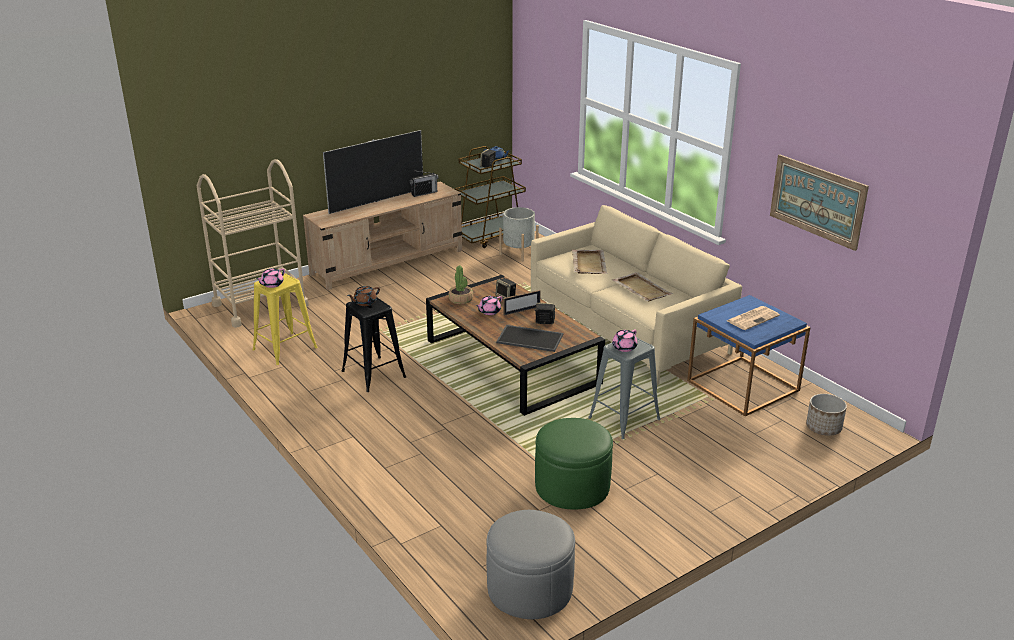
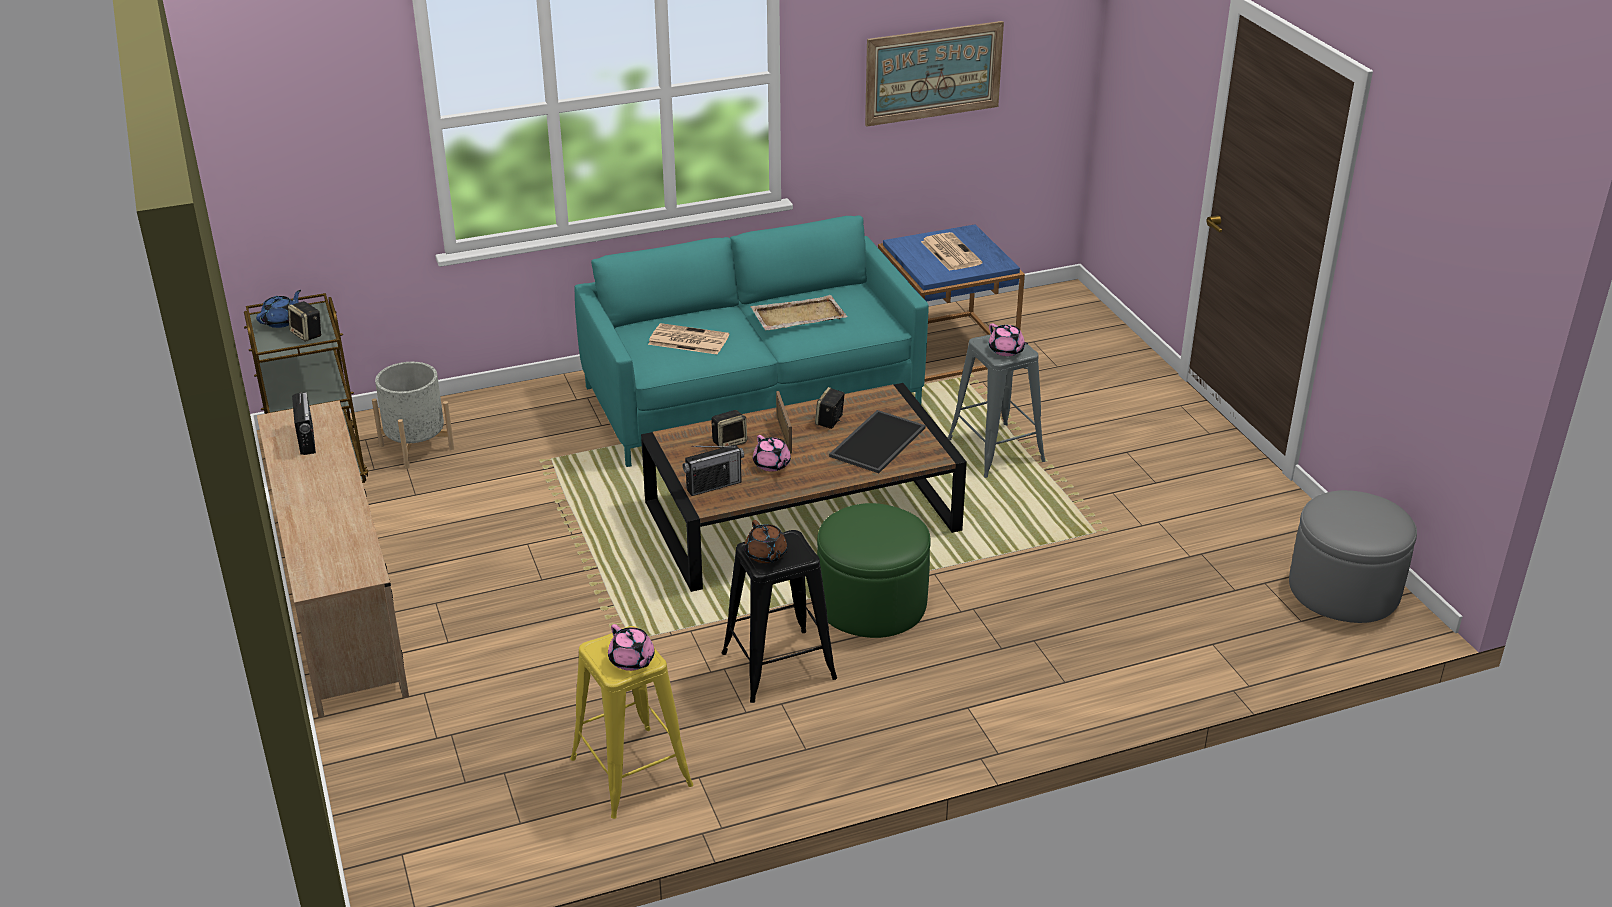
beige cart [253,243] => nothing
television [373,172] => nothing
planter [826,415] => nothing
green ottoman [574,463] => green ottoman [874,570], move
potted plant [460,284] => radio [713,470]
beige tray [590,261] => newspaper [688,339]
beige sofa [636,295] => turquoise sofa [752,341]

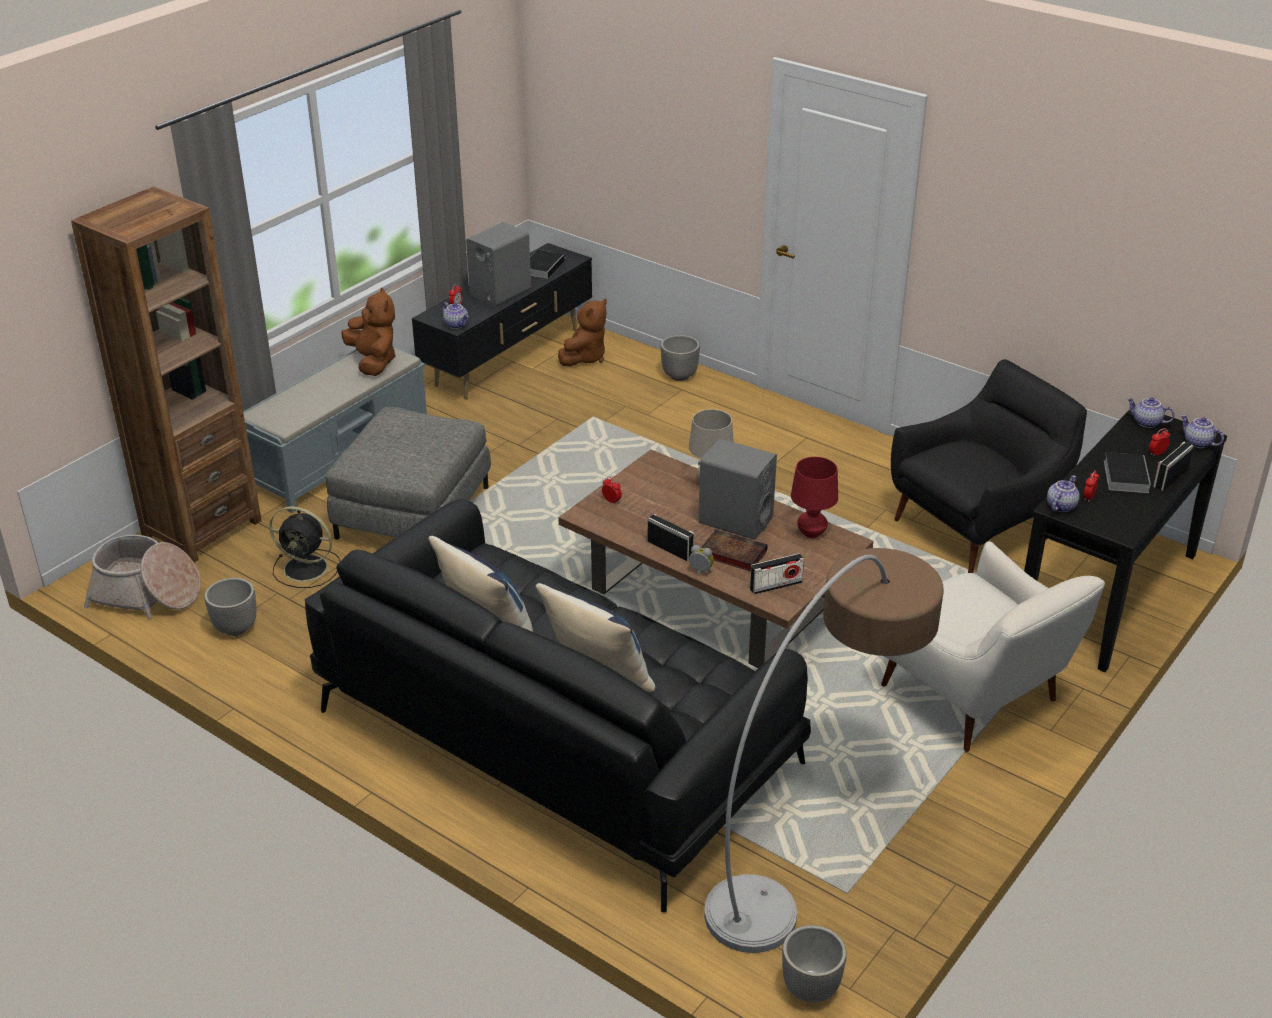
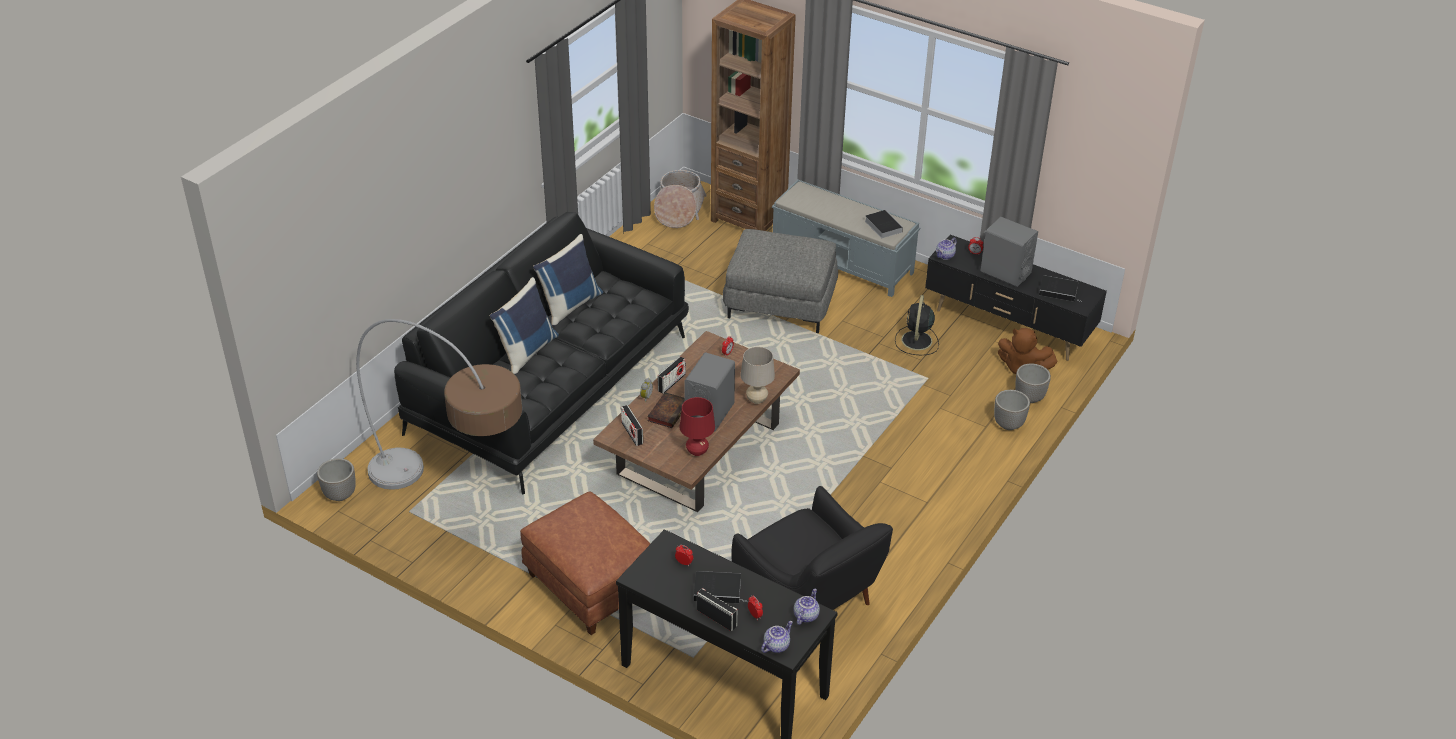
teapot [1063,493] => nothing
planter [230,607] => planter [1033,383], move
black fan [304,547] => black fan [917,325], move
brown plush toy [369,331] => book [884,224]
white armchair [993,647] => brown ottoman [585,563]

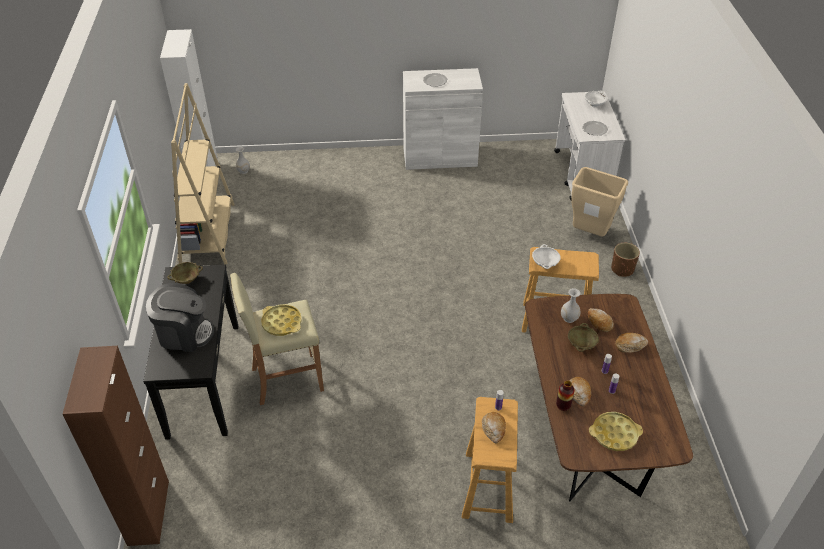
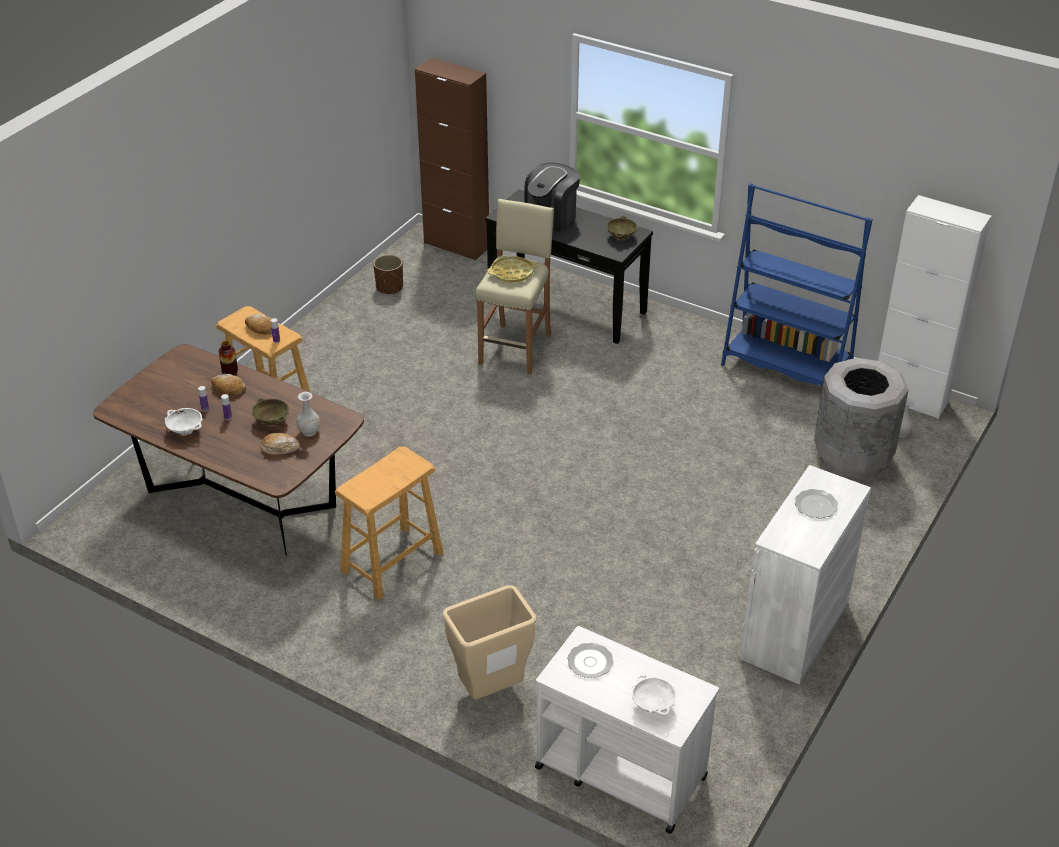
yellow tray [616,431] => nothing
bread [631,343] => nothing
nothing => grey trash can [861,418]
white bowl [546,256] => white bowl [183,421], move
brown planter [625,260] => brown planter [388,274], move
beige bookcase [203,173] => blue bookcase [797,284]

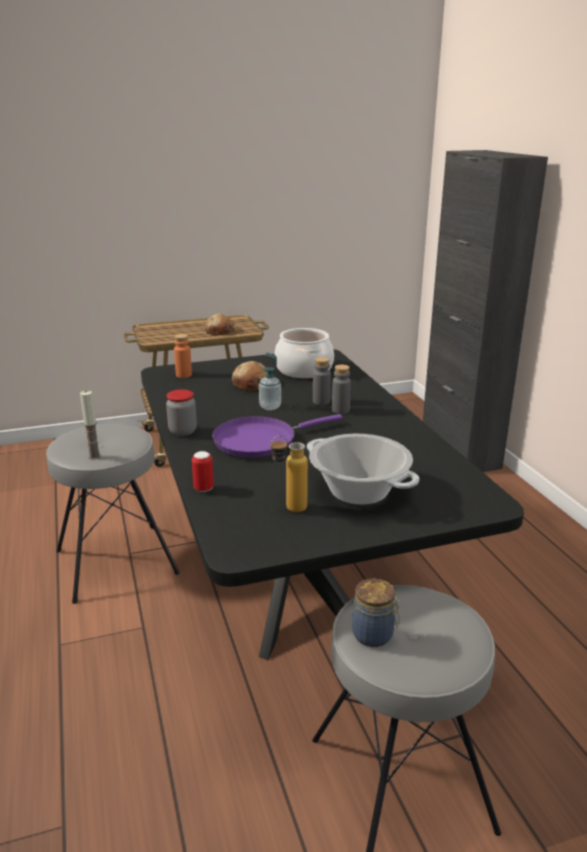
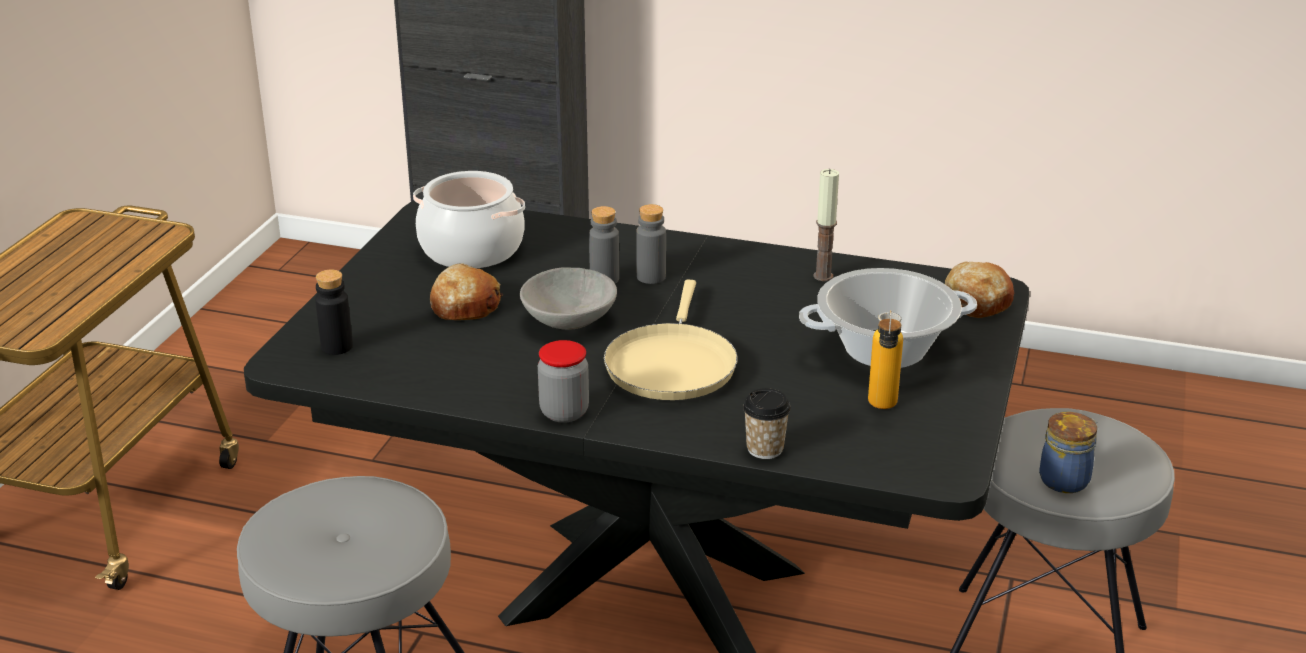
candle [90,425] => candle [826,225], move
bread [220,324] => bread [979,290], move
can [203,471] => cup [767,423]
soap dispenser [270,381] => grey bowl [568,299]
orange bottle [183,356] => black bottle [334,312]
purple frying pan [277,435] => beige frying pan [671,340]

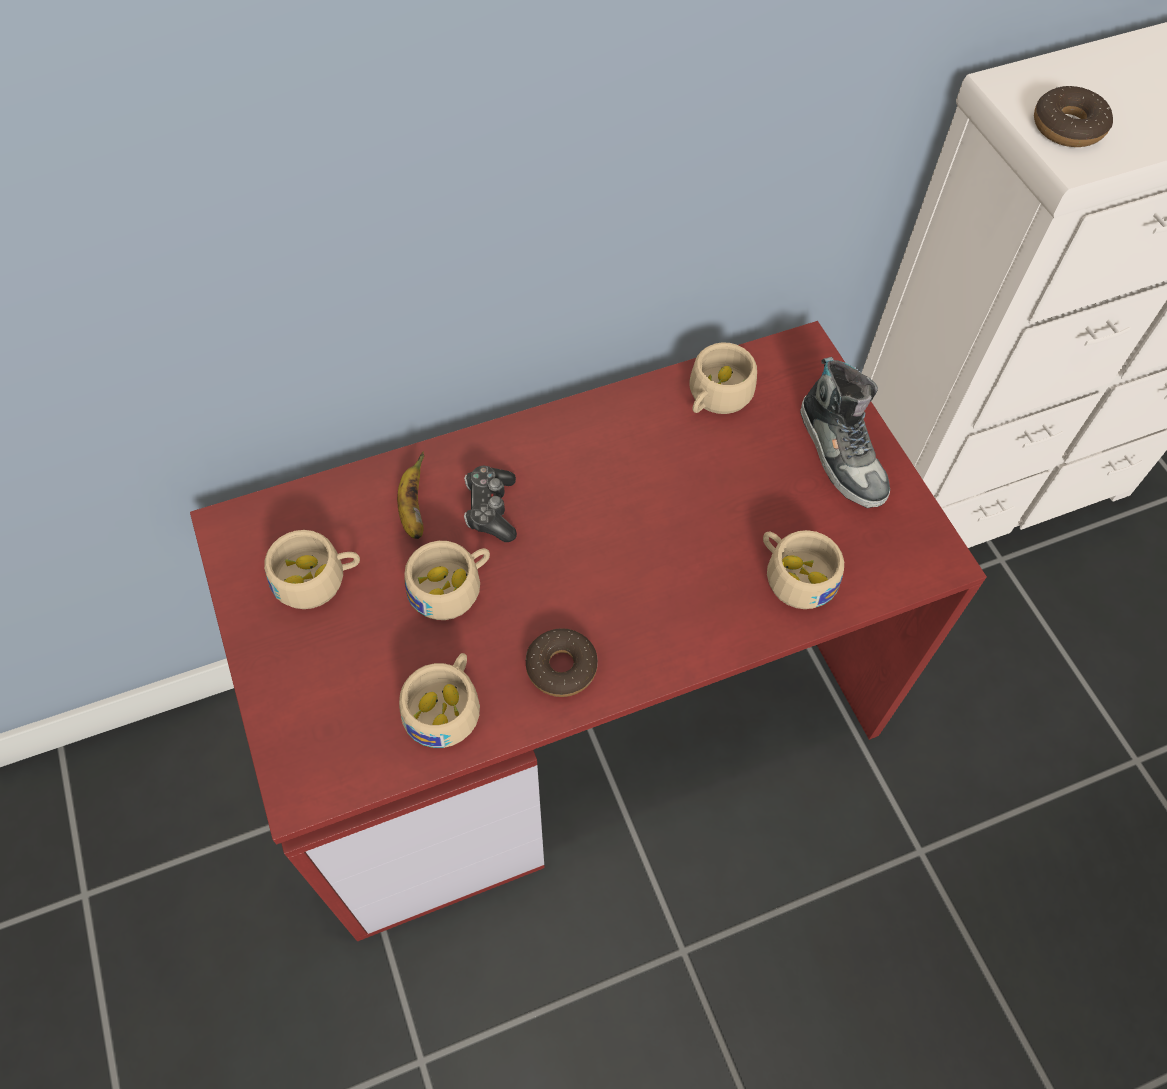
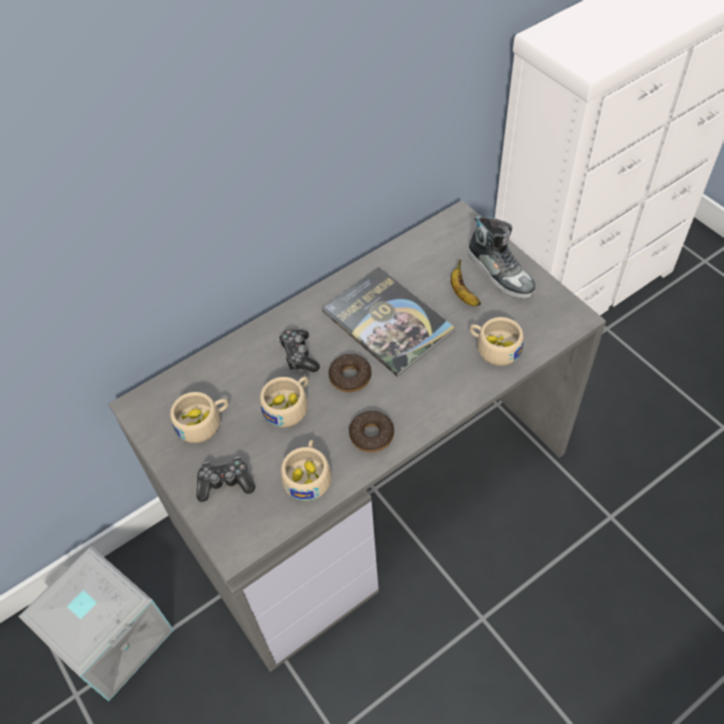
beige cup [723,378] => nothing
nothing => grey storage box [96,624]
nothing => game controller [226,479]
nothing => book [388,321]
banana [410,495] => banana [466,282], move
donut [1073,116] => donut [350,373], move
red desk [588,631] => grey desk [357,436]

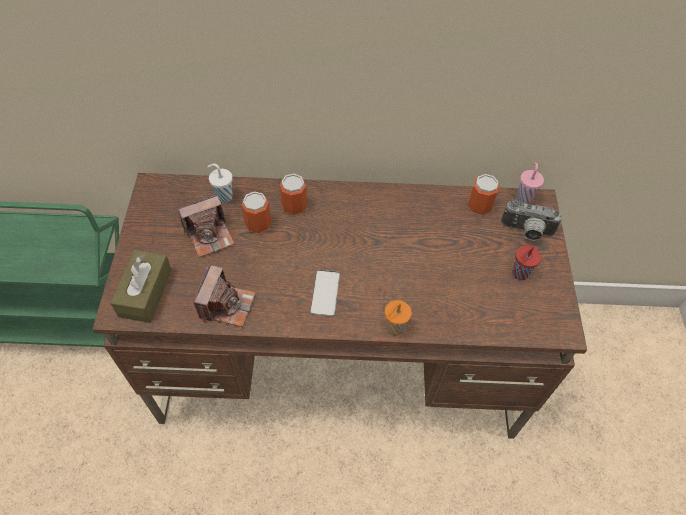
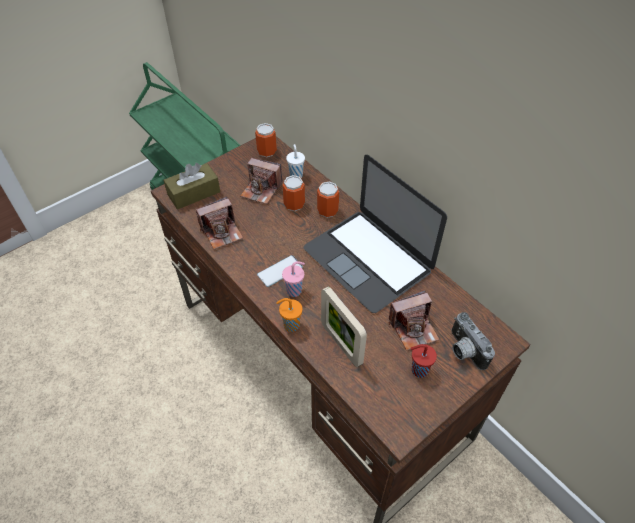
nothing => laptop [375,234]
nothing => picture frame [344,326]
nothing => photo camera [414,320]
can [483,195] => can [266,140], move
pink cup [530,183] => pink cup [293,279], move

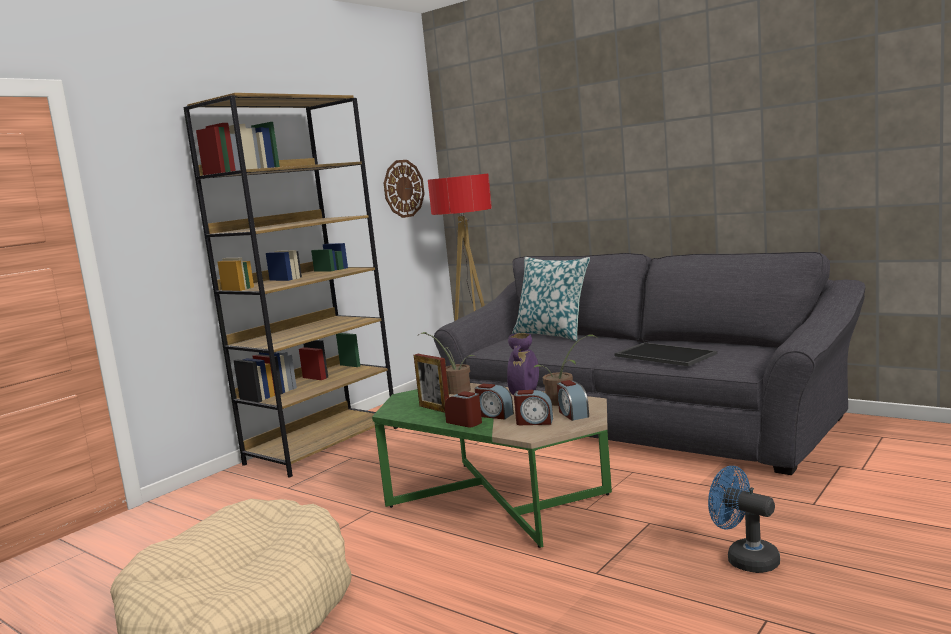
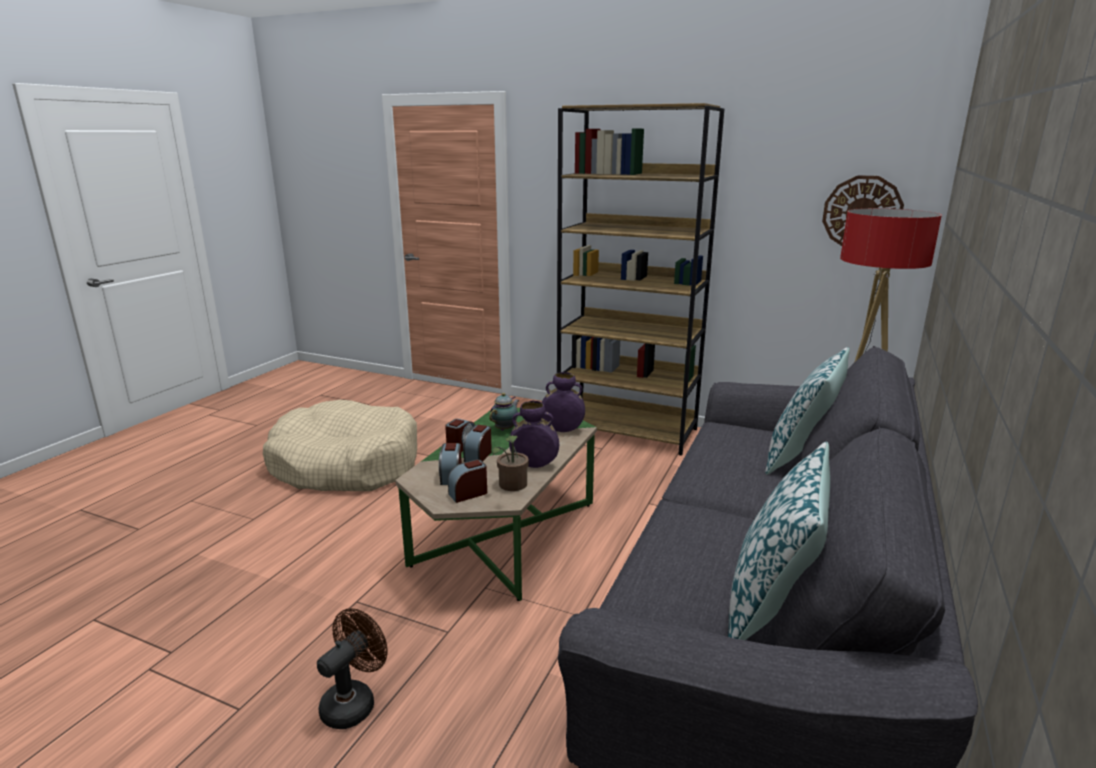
tray [665,354] => nothing
nothing => pillow [779,541]
picture frame [431,383] => teapot [504,412]
potted plant [447,363] => purple vase [563,402]
blue fan [744,519] => brown fan [352,668]

